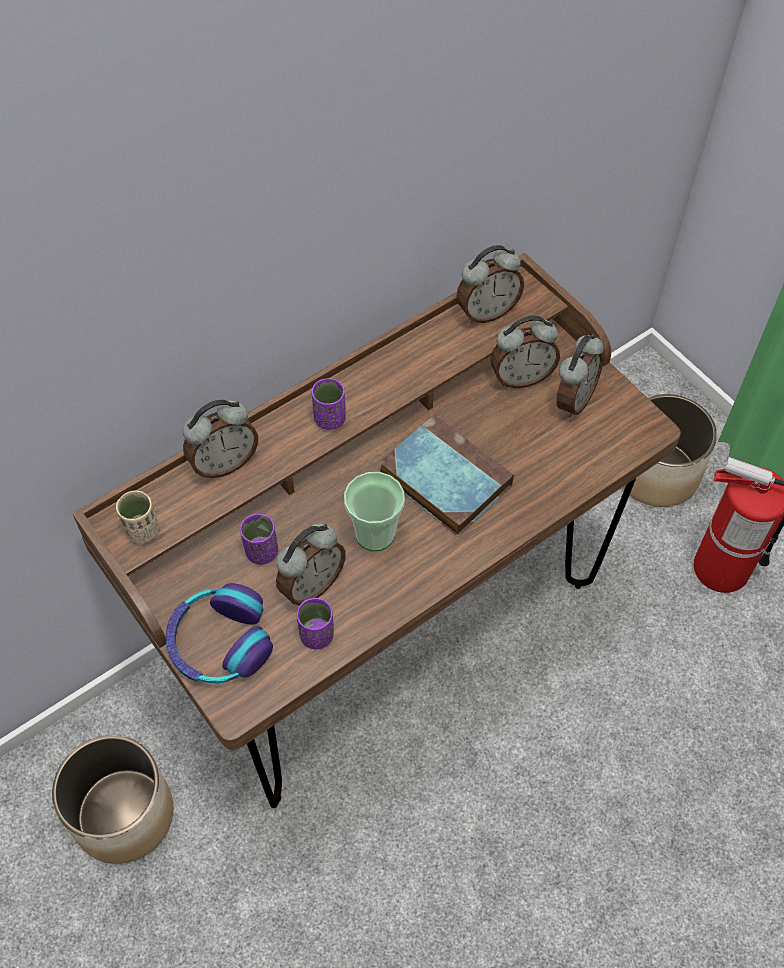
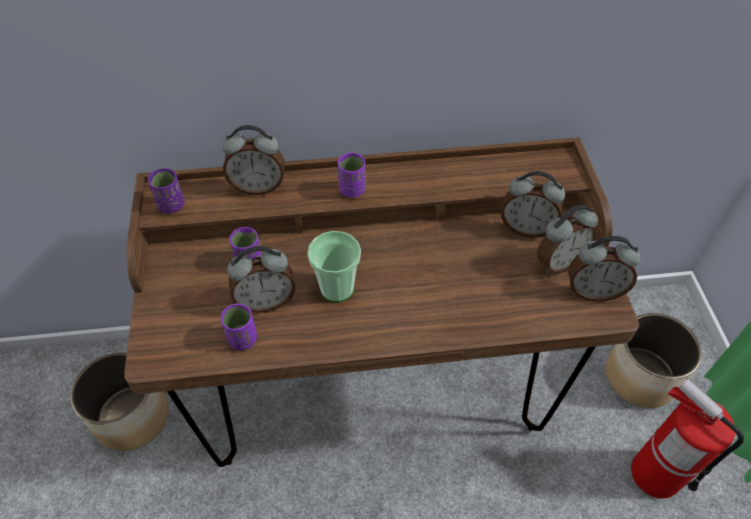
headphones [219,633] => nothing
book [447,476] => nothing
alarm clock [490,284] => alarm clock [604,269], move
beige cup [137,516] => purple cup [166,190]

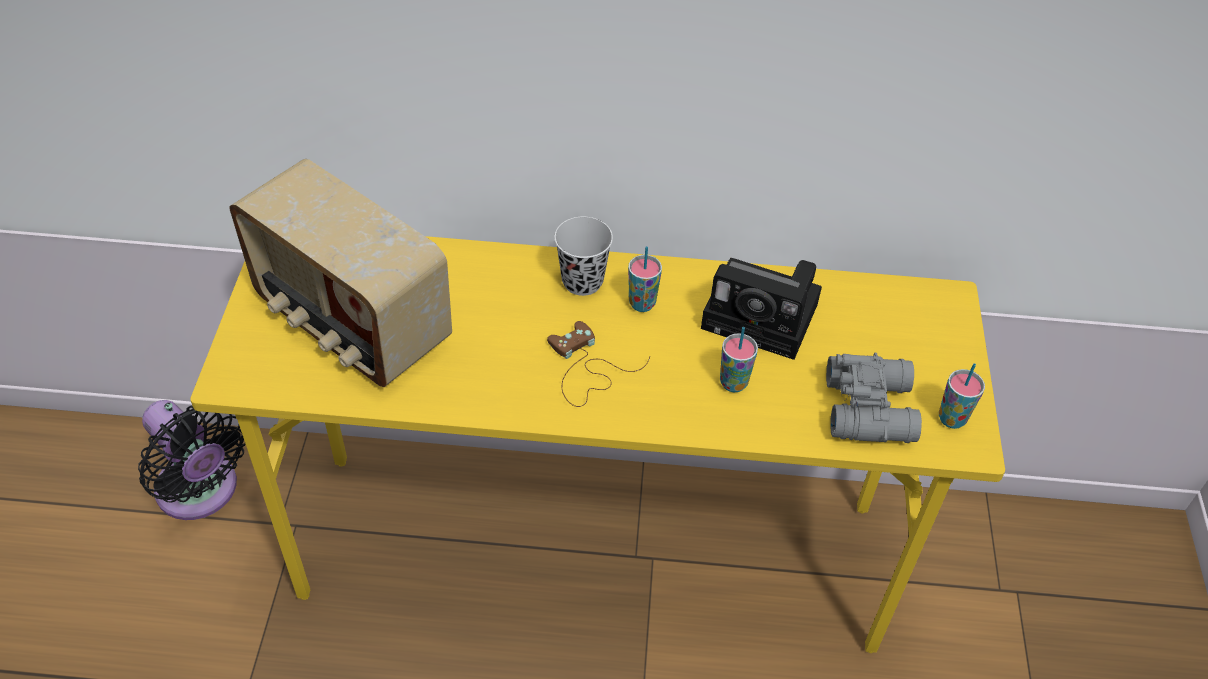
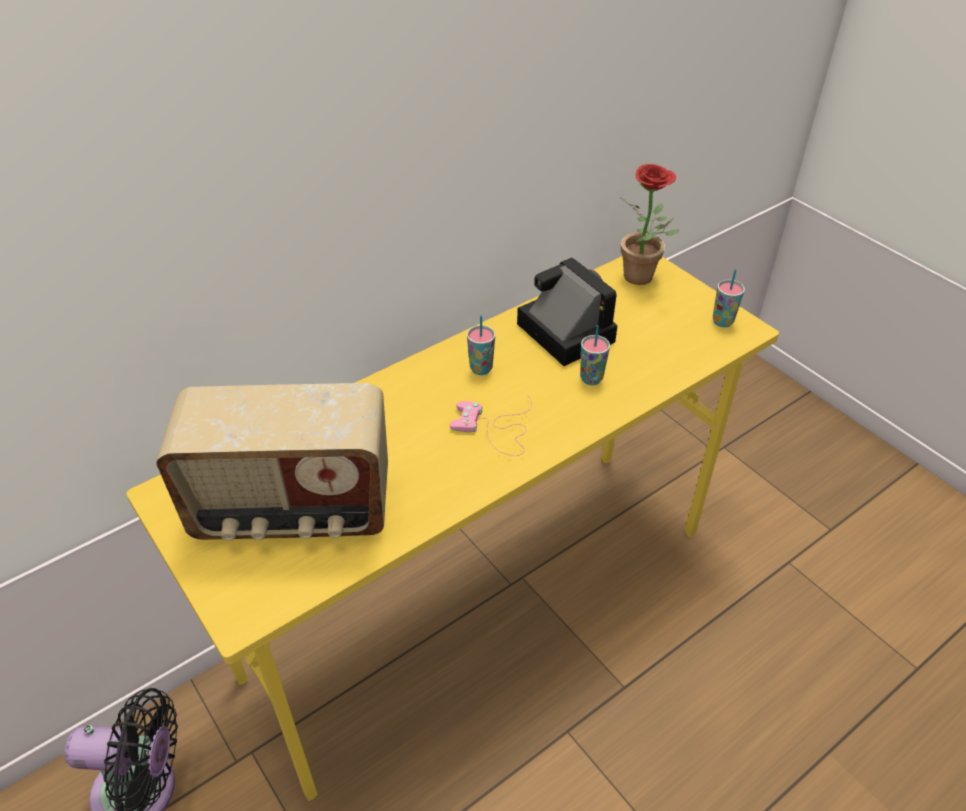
black cup [583,256] => nothing
grey binoculars [874,398] => nothing
nothing => potted plant [650,224]
brown game controller [598,364] => pink game controller [491,425]
photo camera [761,309] => photo camera [567,312], 105 degrees counterclockwise

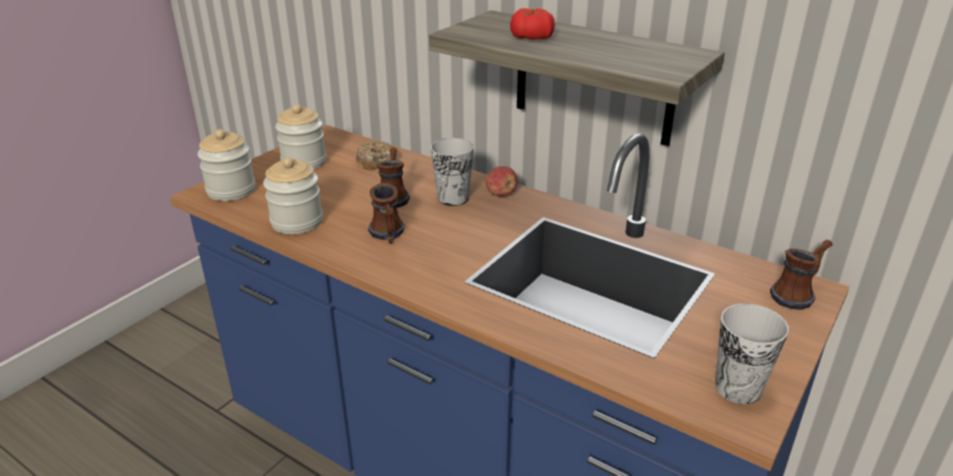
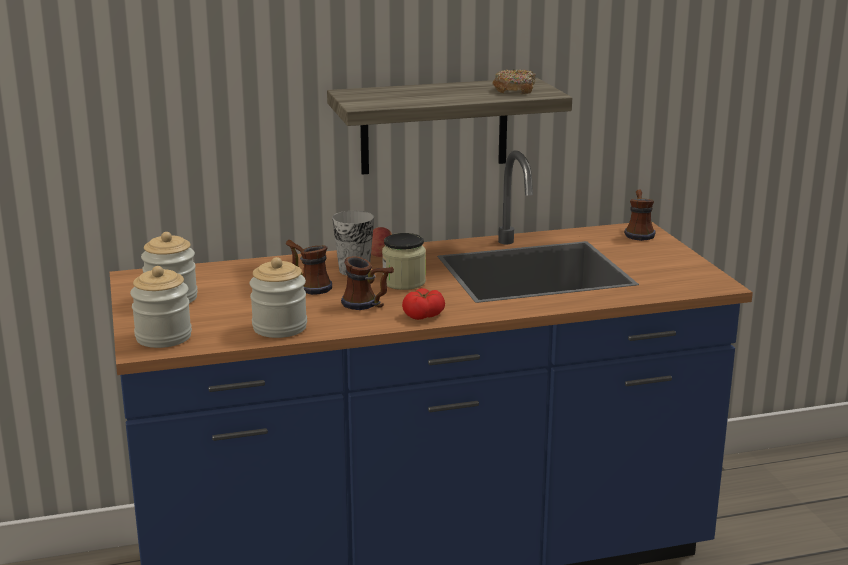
cup [752,353] => nothing
nothing => jar [404,261]
donut [376,155] => donut [514,81], move
tomato [532,24] => tomato [423,304], move

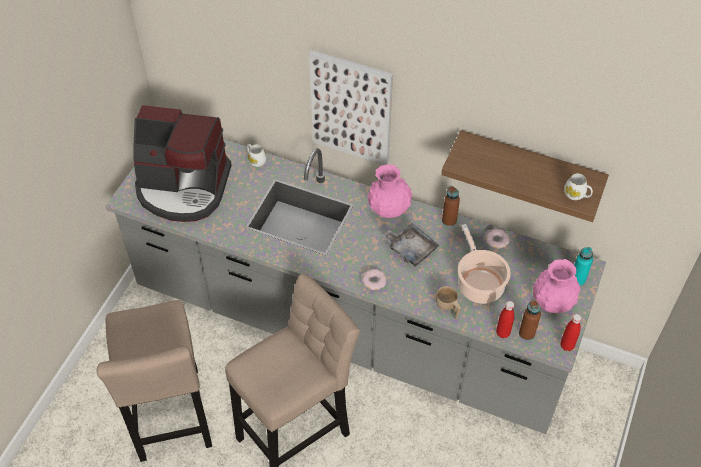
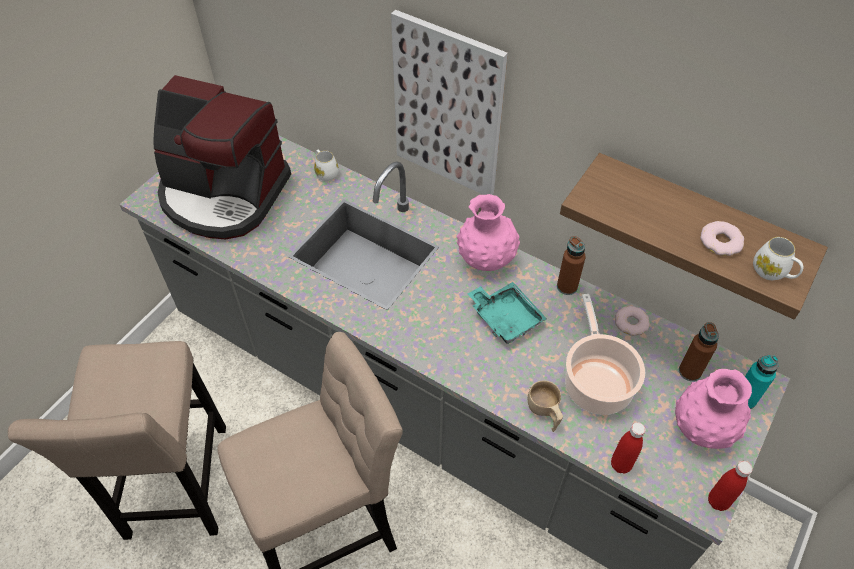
donut [374,279] => donut [722,238], move
brown bottle [530,320] => brown bottle [699,351], move
grey tray [411,244] => turquoise tray [507,313]

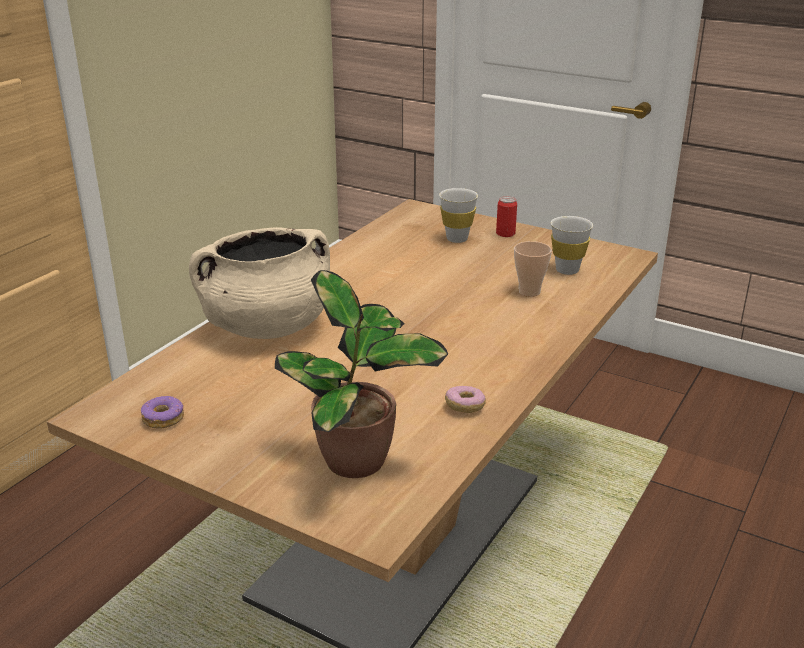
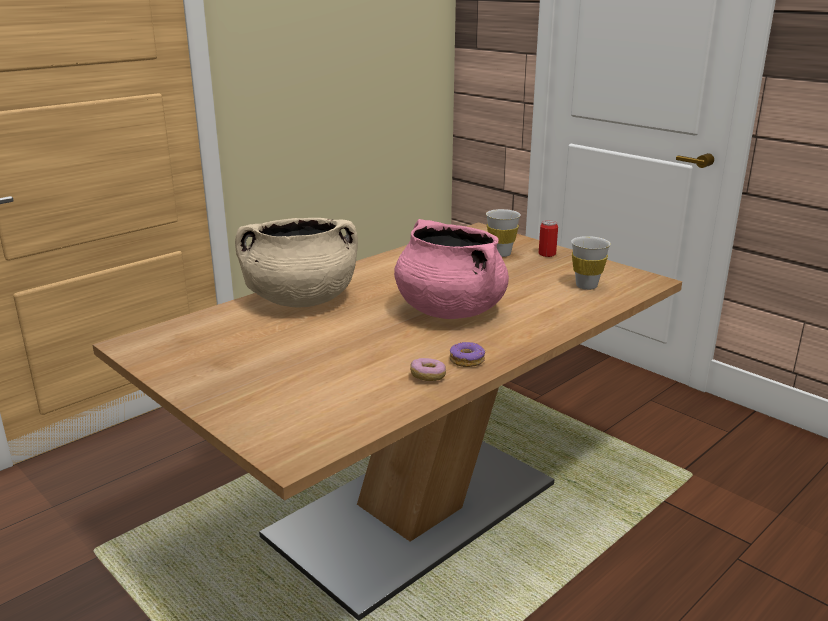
potted plant [361,374] => nothing
cup [533,269] => nothing
nothing => pink cooking pot [451,269]
donut [162,412] => donut [467,354], move

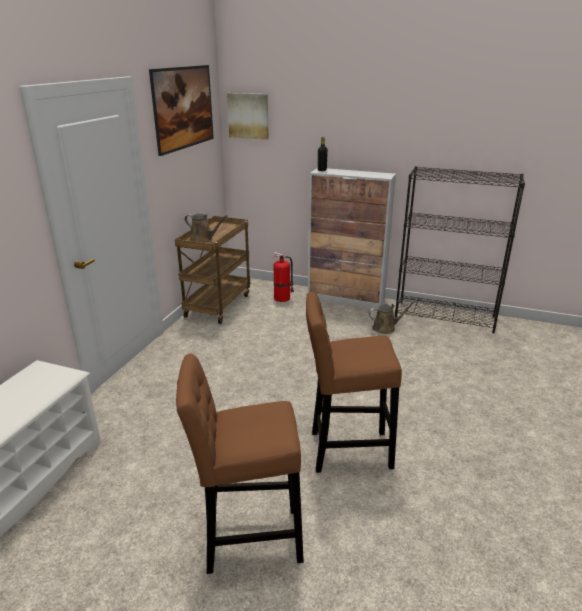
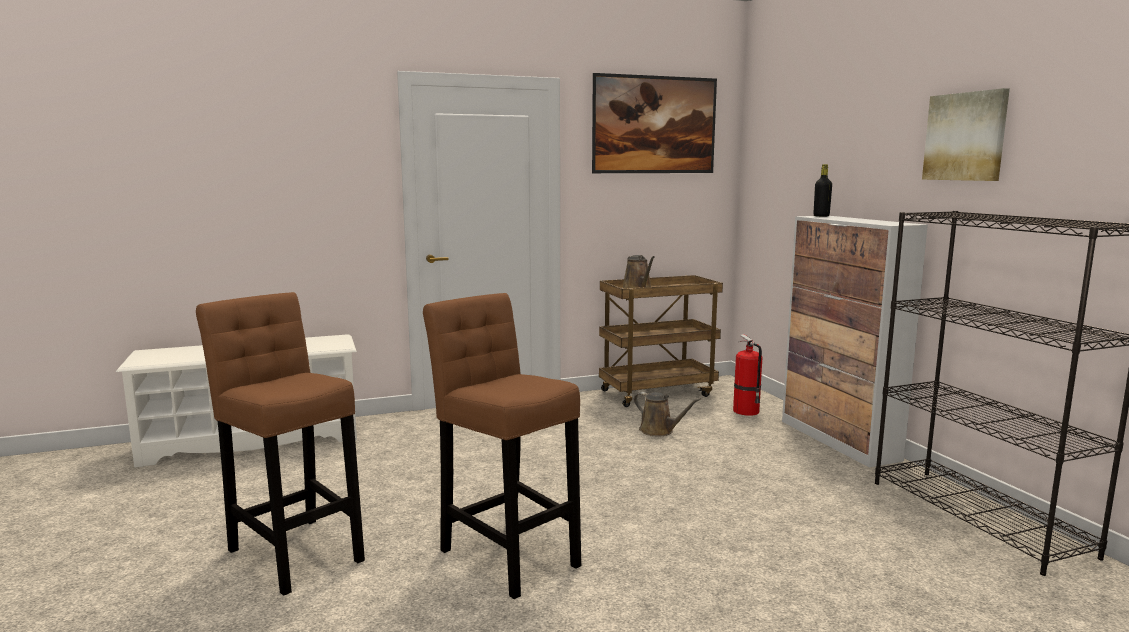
picture [247,116] => picture [966,134], move
brown watering can [392,317] => brown watering can [667,414], move

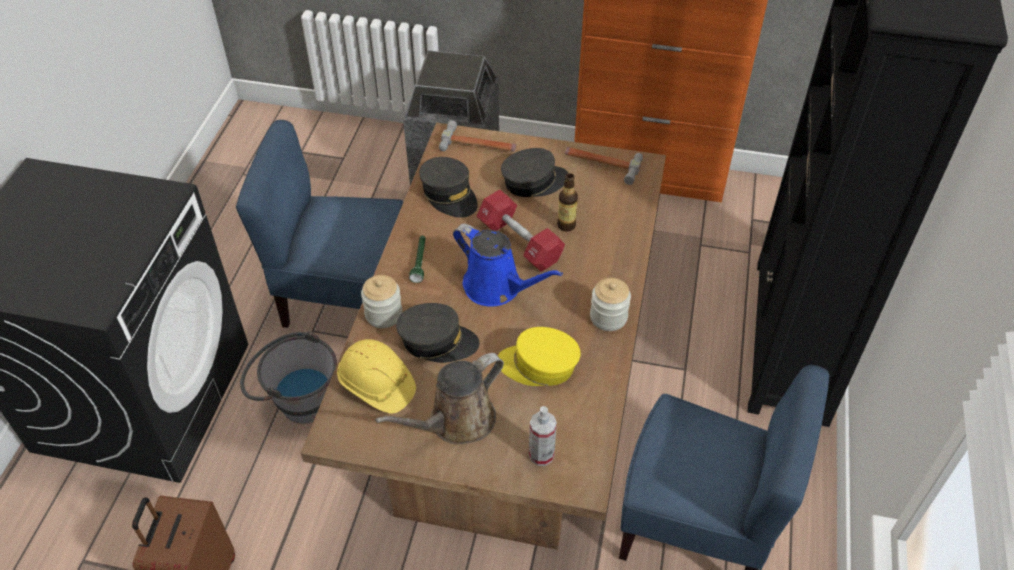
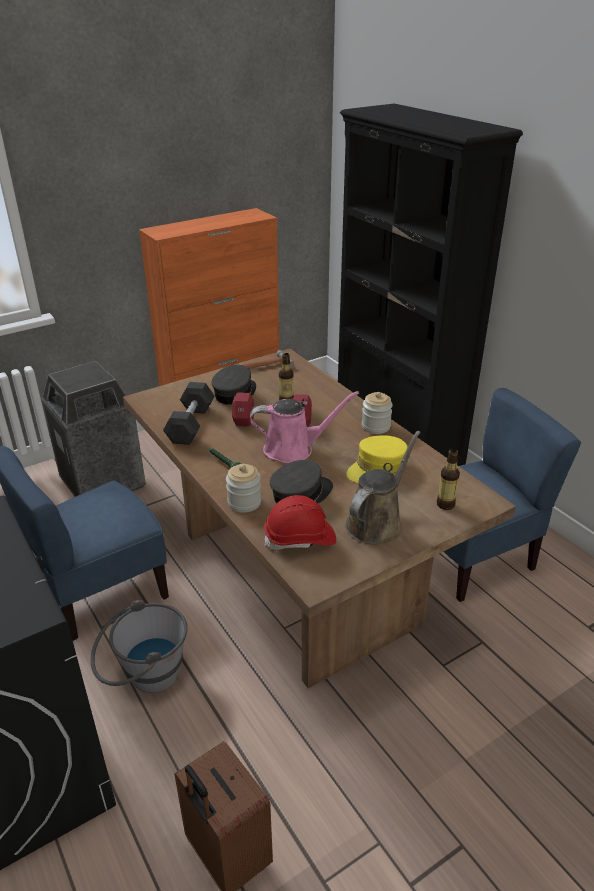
hammer [477,136] => nothing
grey cap [448,187] => black dumbbell [188,413]
spray bottle [543,436] => bottle [448,479]
yellow hard hat [376,376] => red hard hat [300,522]
blue watering can [508,265] => pink watering can [304,427]
brown watering can [439,399] => brown watering can [383,488], 150 degrees counterclockwise

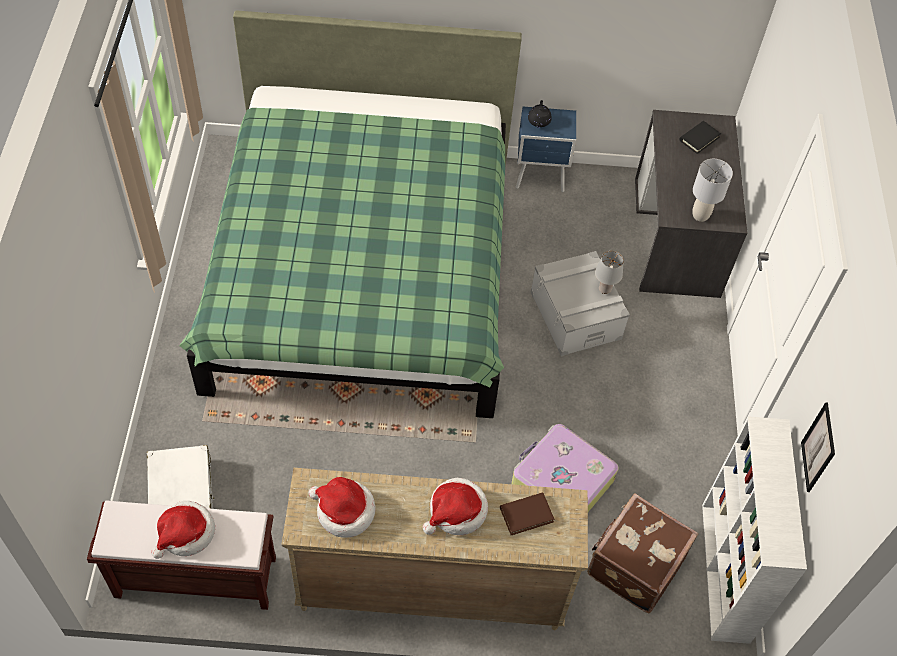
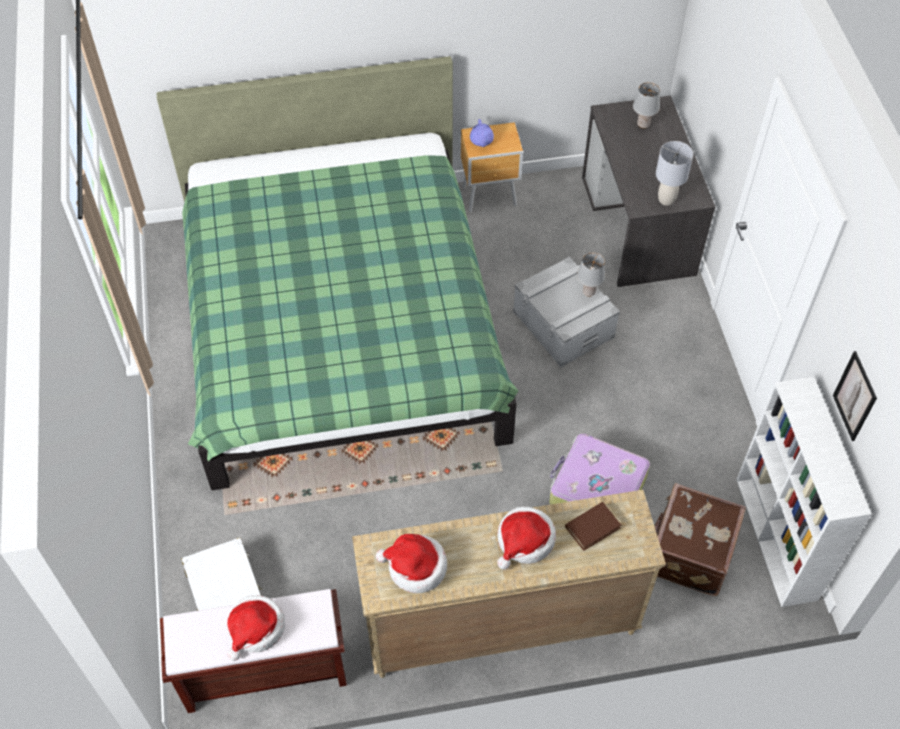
black book [700,137] => grey table lamp [646,105]
blue nightstand [546,149] => brown nightstand [492,167]
black teapot [540,114] => purple teapot [482,133]

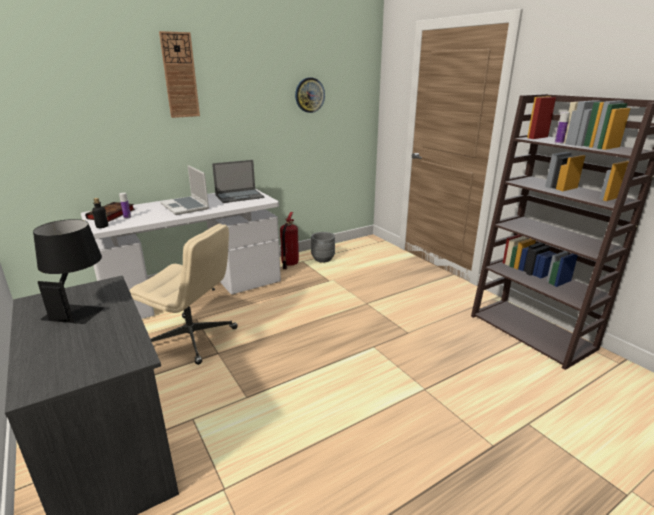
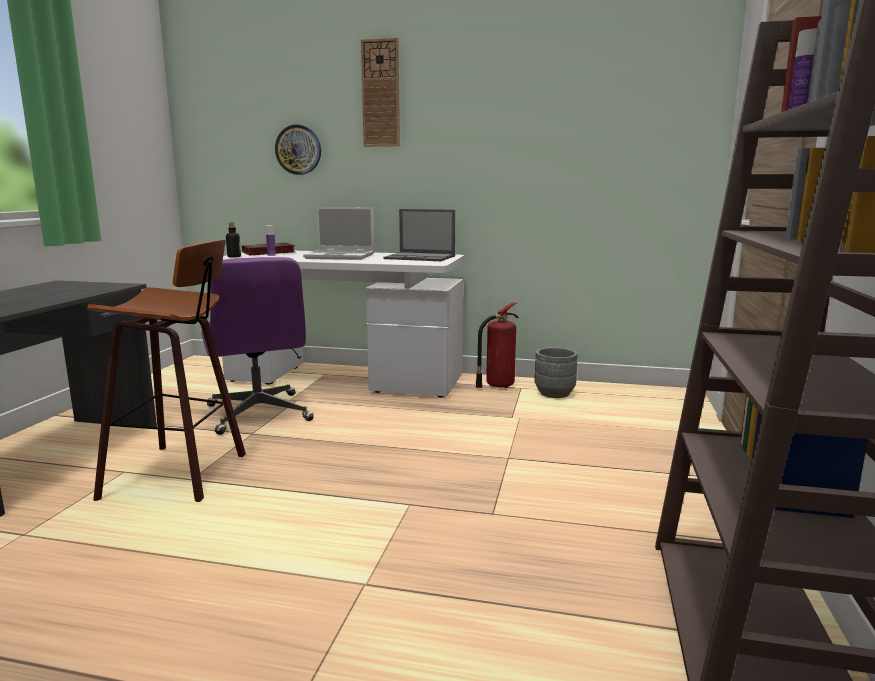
black table lamp [68,271] => nothing
nothing => stool [166,370]
wall clock [310,95] => wall clock [298,150], move
beige office chair [183,294] => purple office chair [258,346]
laptop [184,190] => laptop [338,233], 90 degrees counterclockwise

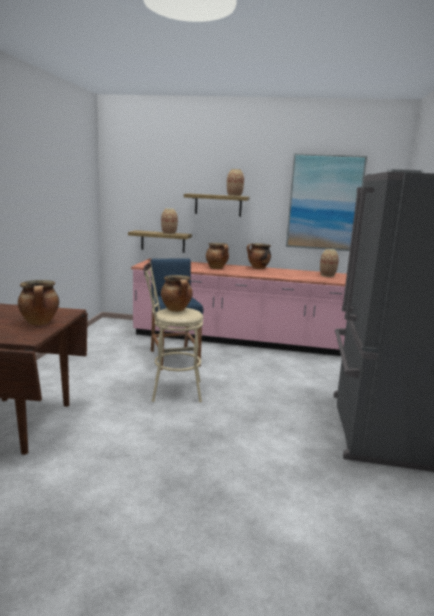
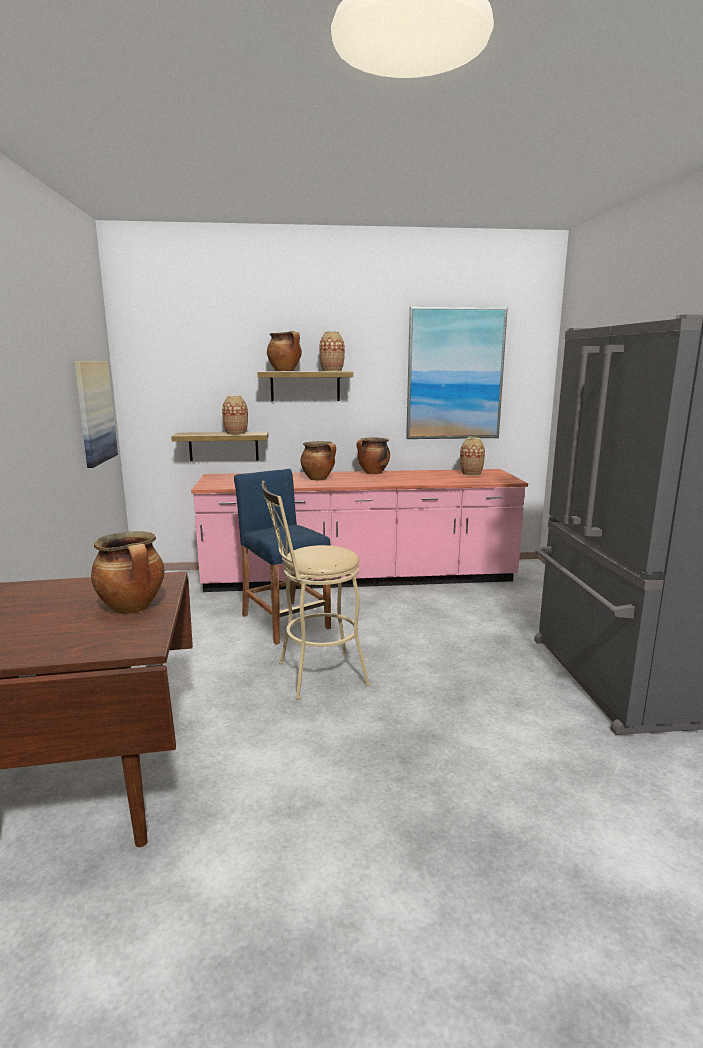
nothing => picture [96,414]
cooking pot [177,293] => cooking pot [284,351], move

